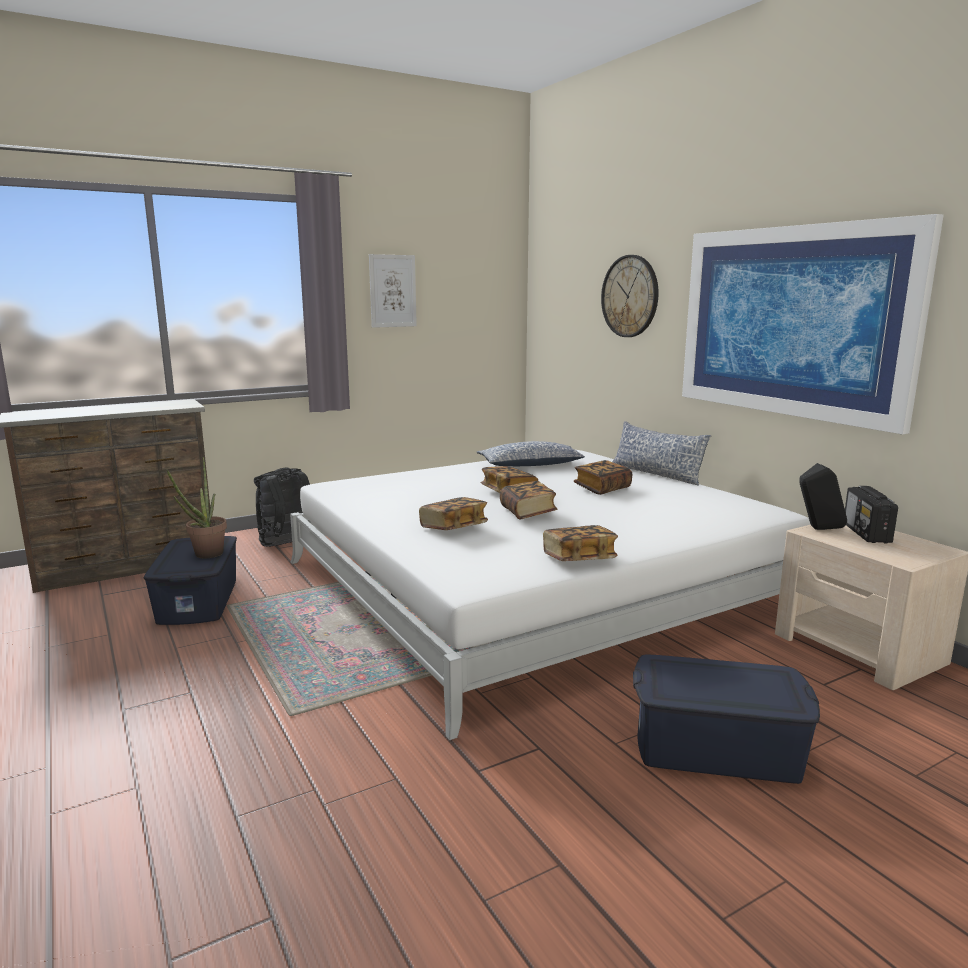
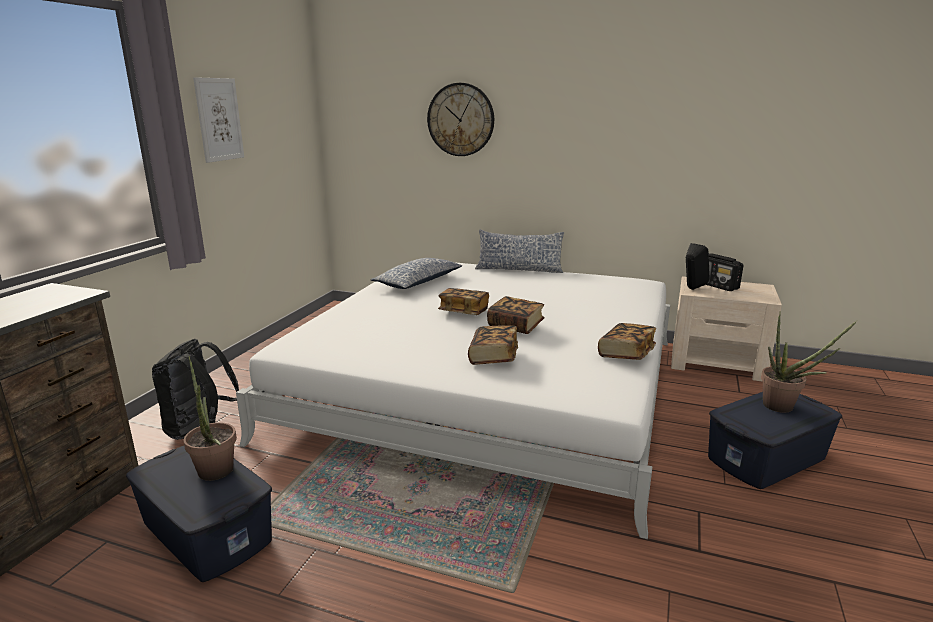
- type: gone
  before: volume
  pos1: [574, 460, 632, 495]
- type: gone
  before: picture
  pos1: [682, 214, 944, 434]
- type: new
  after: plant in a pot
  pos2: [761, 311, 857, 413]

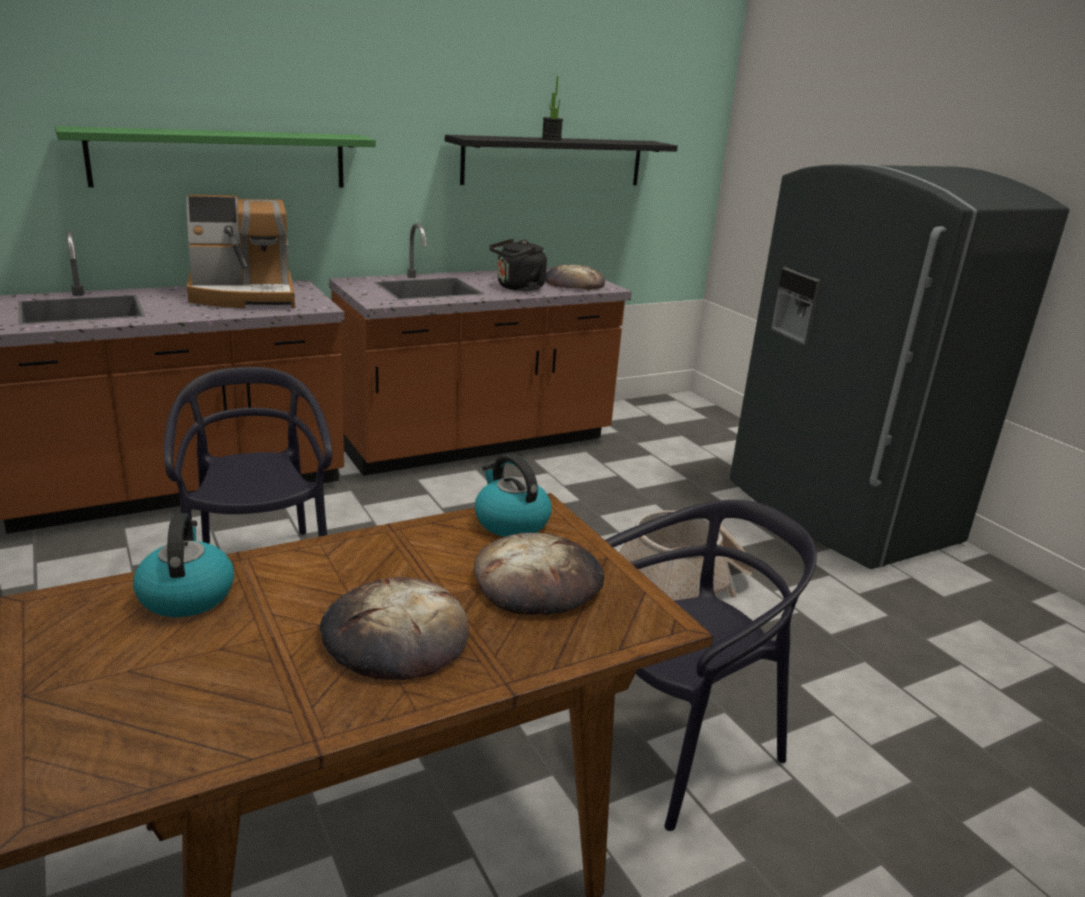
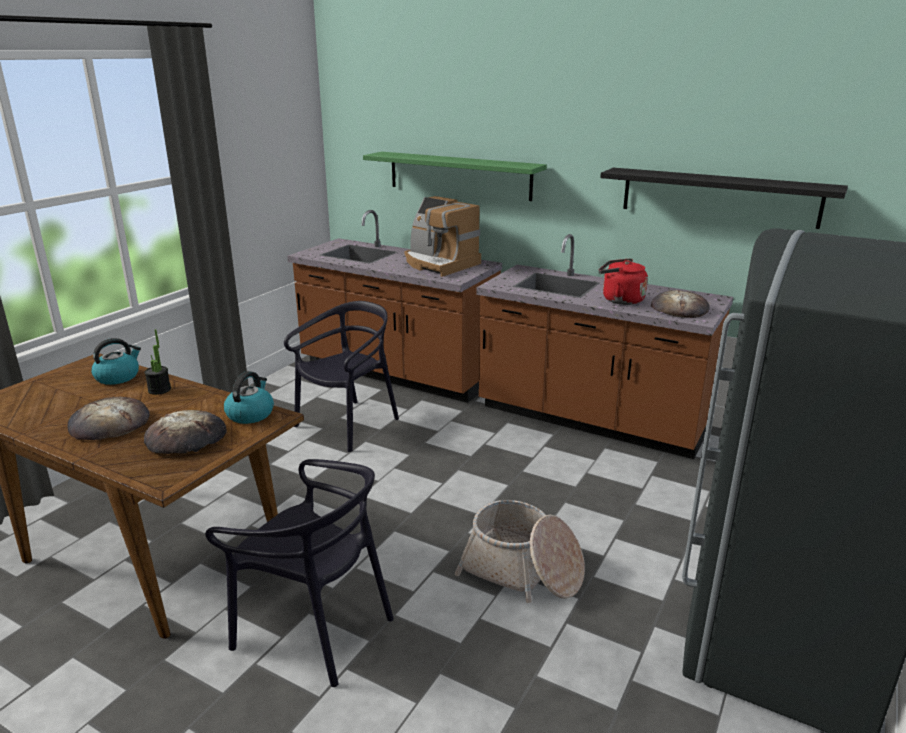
- type: shifted
  before: plant in a pot
  pos1: [542, 76, 563, 140]
  pos2: [144, 329, 171, 395]
- type: repainted
  before: black kettle
  after: red-coloured kettle
  pos1: [489, 239, 547, 291]
  pos2: [599, 258, 648, 305]

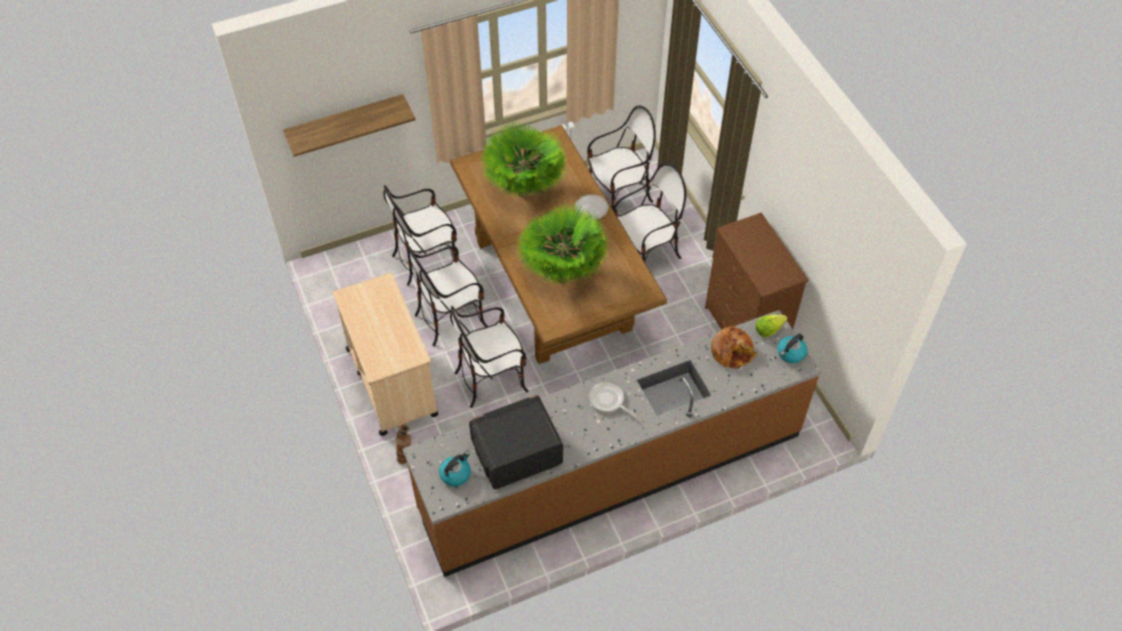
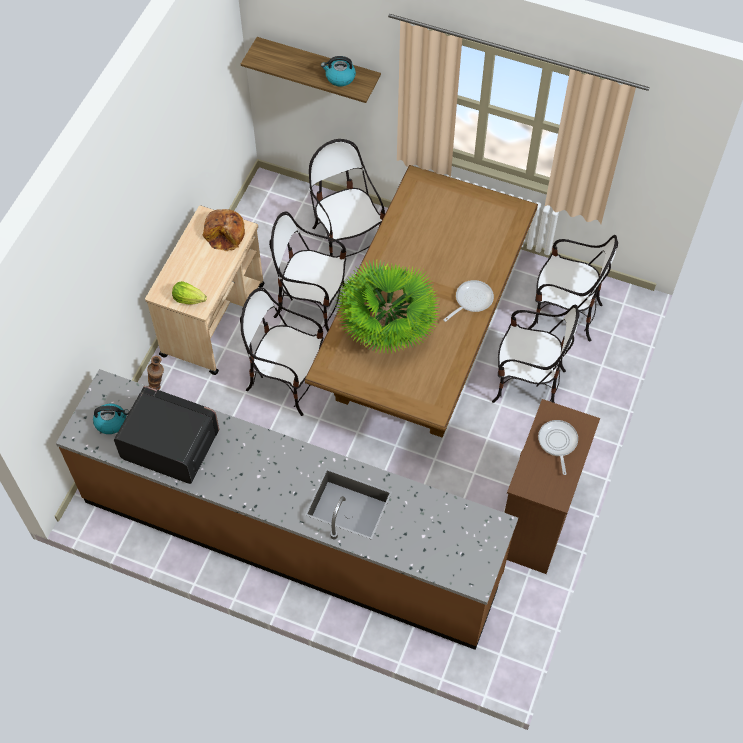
- type: gone
  before: plant in a pot
  pos1: [480, 121, 568, 198]
- type: shifted
  before: skillet
  pos1: [588, 380, 637, 417]
  pos2: [538, 420, 578, 475]
- type: shifted
  before: baked bread
  pos1: [711, 327, 757, 369]
  pos2: [203, 209, 245, 251]
- type: shifted
  before: lettuce head
  pos1: [756, 314, 787, 337]
  pos2: [172, 281, 207, 305]
- type: shifted
  before: kettle
  pos1: [777, 333, 807, 363]
  pos2: [321, 56, 356, 87]
- type: rotated
  before: plain chair
  pos1: [383, 185, 457, 286]
  pos2: [309, 139, 385, 257]
  turn: 45

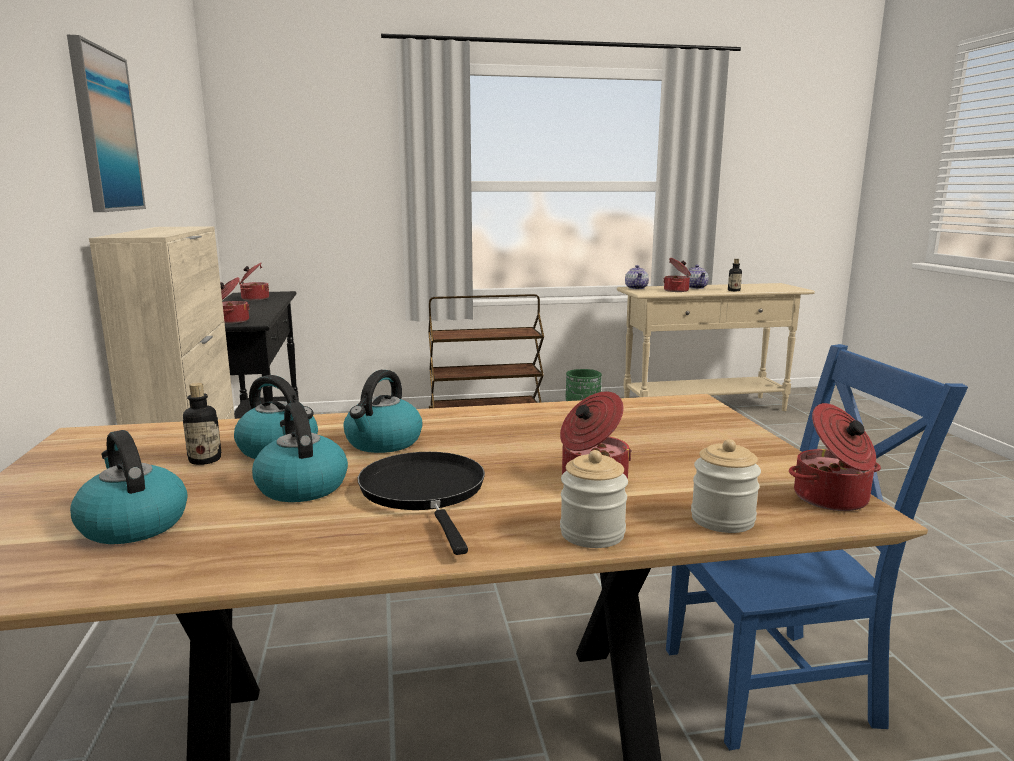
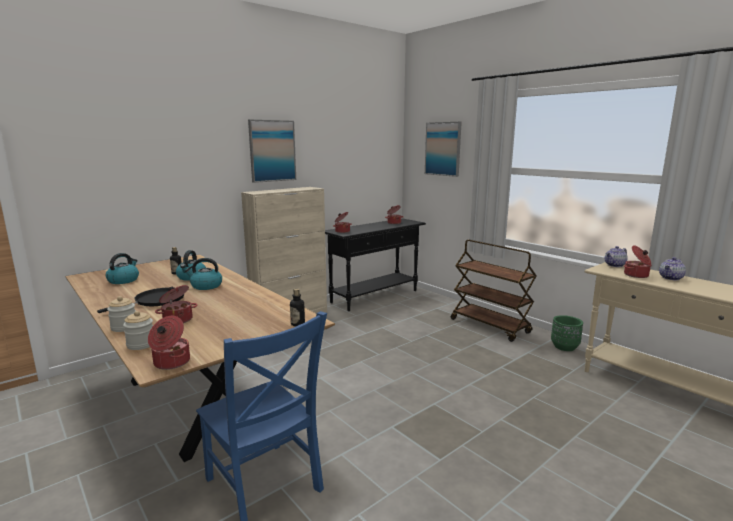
- type: gone
  before: kettle
  pos1: [252, 402, 348, 502]
- type: new
  after: picture
  pos2: [425, 122, 462, 177]
- type: shifted
  before: beverage bottle
  pos1: [728, 259, 742, 291]
  pos2: [290, 289, 305, 327]

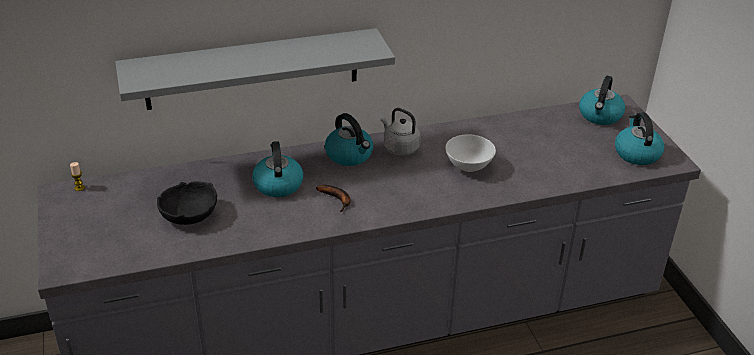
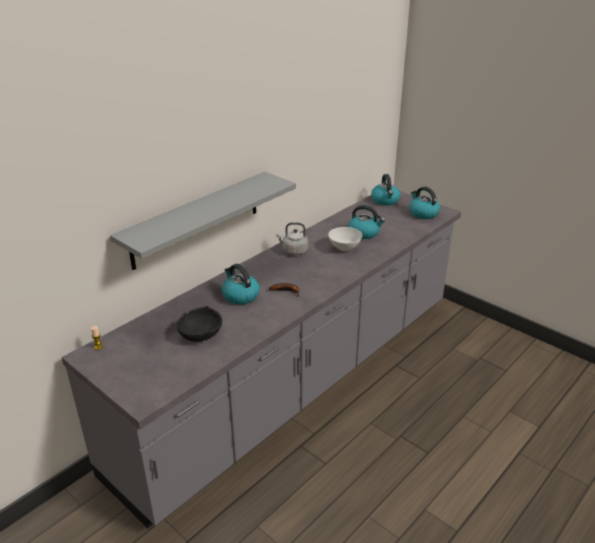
- type: shifted
  before: kettle
  pos1: [325, 113, 373, 166]
  pos2: [348, 205, 385, 239]

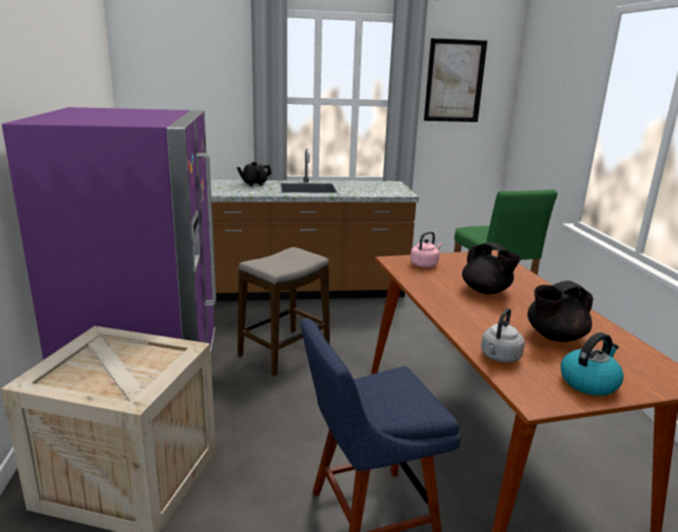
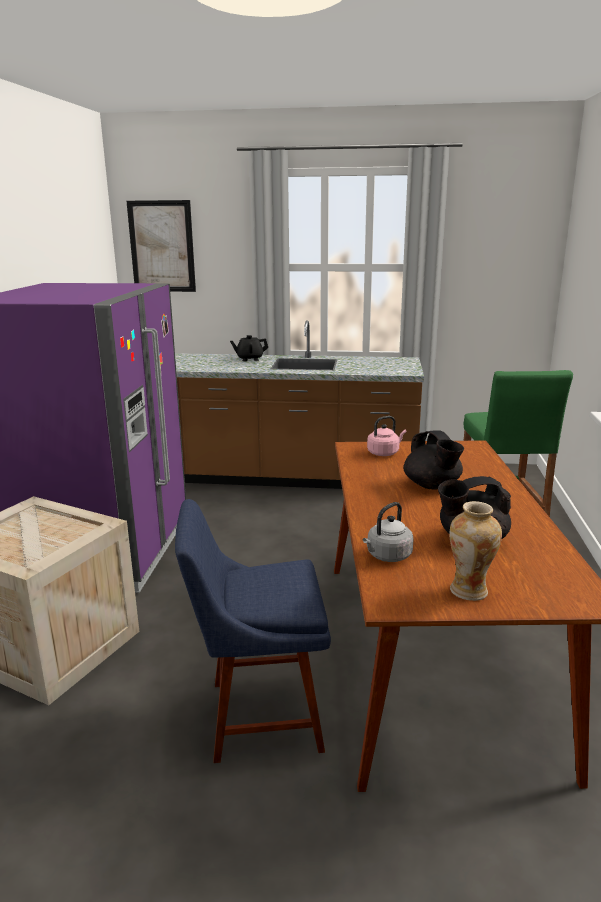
- type: gone
  before: stool
  pos1: [238, 247, 330, 376]
- type: shifted
  before: picture
  pos1: [424, 38, 487, 122]
  pos2: [126, 200, 196, 292]
- type: swapped
  before: kettle
  after: flower vase
  pos1: [560, 332, 624, 396]
  pos2: [449, 501, 502, 601]

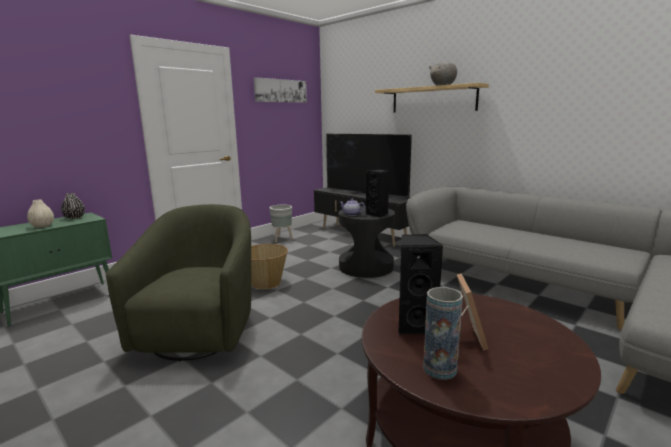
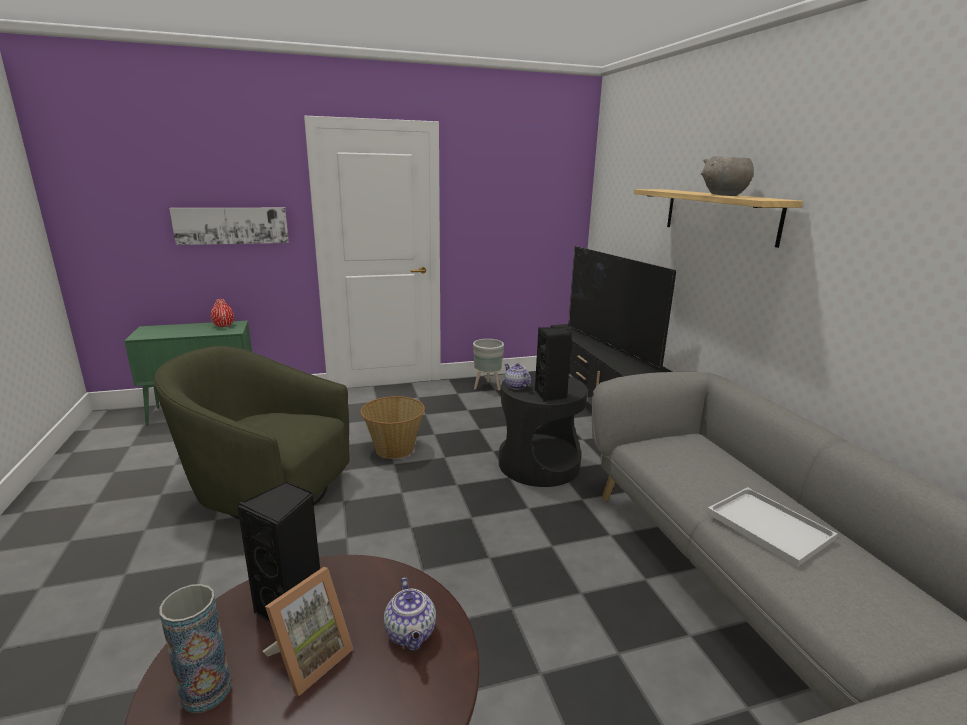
- type: gone
  before: beige-coloured flower vase
  pos1: [27, 200, 54, 228]
- type: new
  after: pot for tea
  pos2: [384, 577, 436, 651]
- type: new
  after: white serving tray
  pos2: [707, 487, 838, 567]
- type: shifted
  before: picture
  pos1: [254, 77, 307, 103]
  pos2: [169, 208, 289, 245]
- type: repainted
  before: black flower vase
  after: red-coloured flower vase
  pos1: [61, 193, 85, 219]
  pos2: [210, 299, 234, 327]
- type: rotated
  before: green-coloured lounge chair
  pos1: [106, 204, 251, 361]
  pos2: [154, 346, 350, 519]
  turn: -105

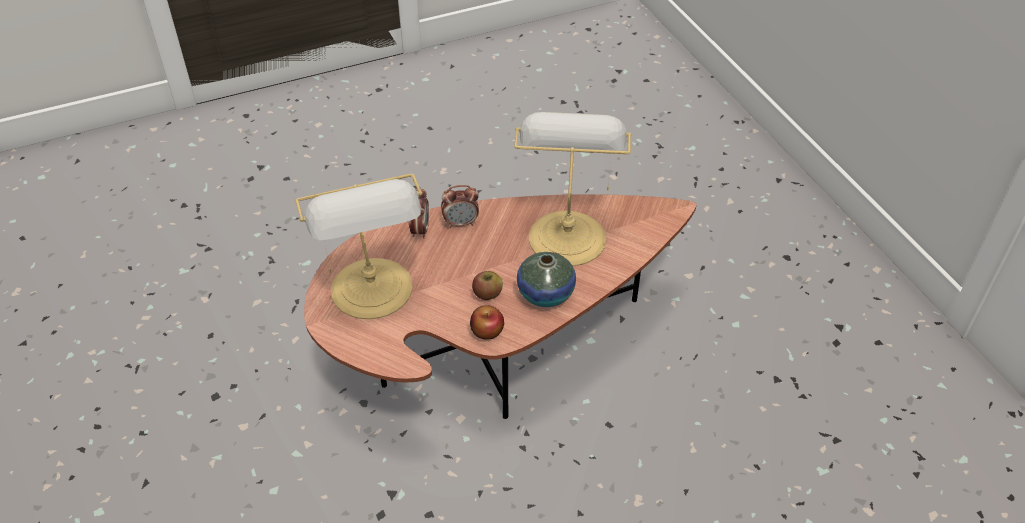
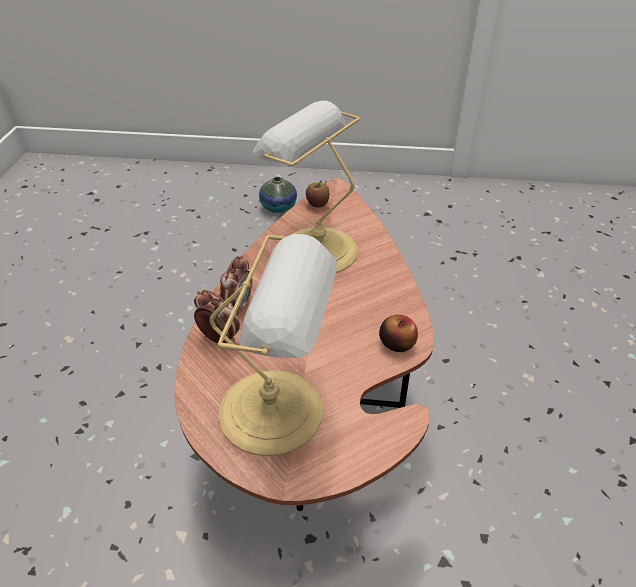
- type: shifted
  before: apple
  pos1: [472, 271, 503, 300]
  pos2: [306, 181, 329, 207]
- type: shifted
  before: flower vase
  pos1: [517, 252, 576, 307]
  pos2: [259, 177, 297, 213]

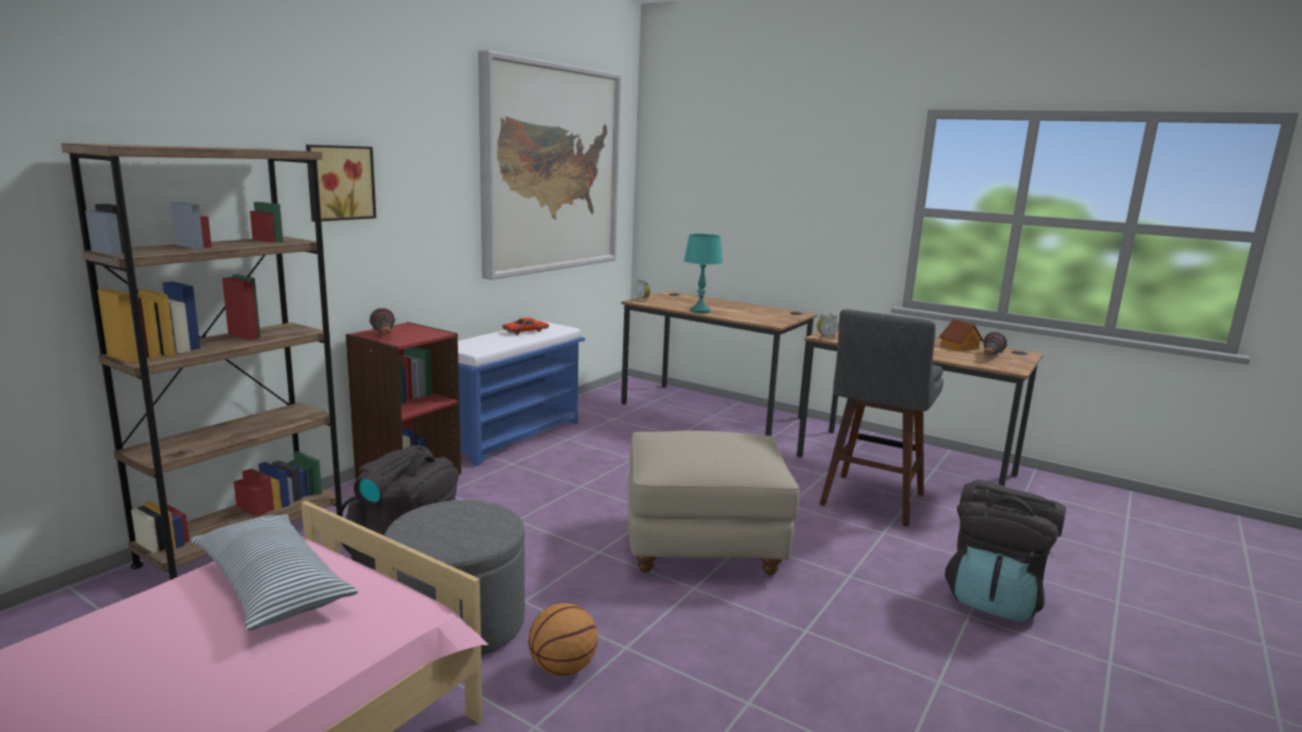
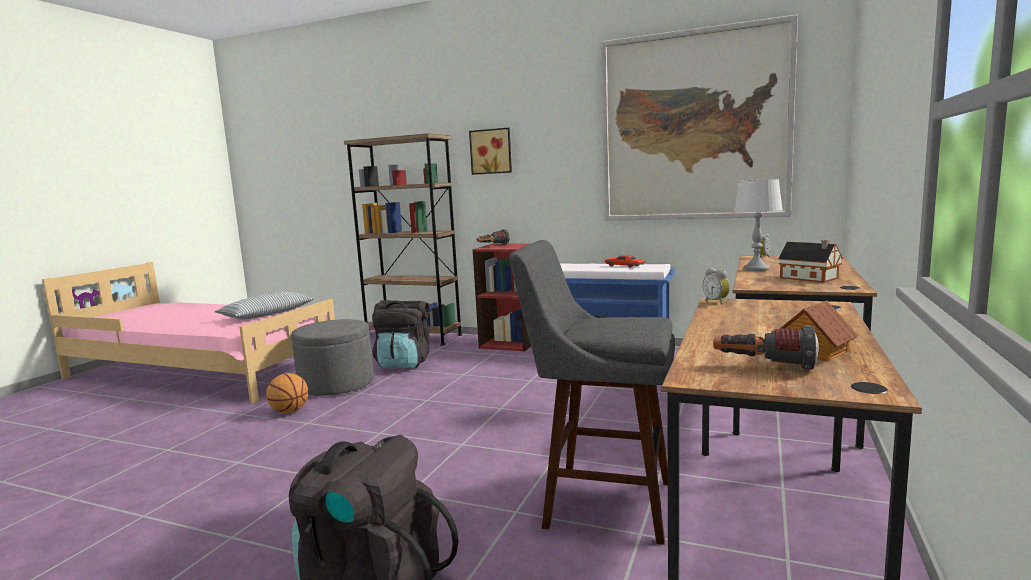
- type: gone
  before: beige-coloured footrest
  pos1: [628, 431, 799, 576]
- type: new
  after: miniature house
  pos2: [778, 240, 843, 283]
- type: repainted
  before: turquoise lamp for a table
  after: gray lamp for a table
  pos1: [684, 234, 723, 313]
  pos2: [734, 179, 783, 271]

